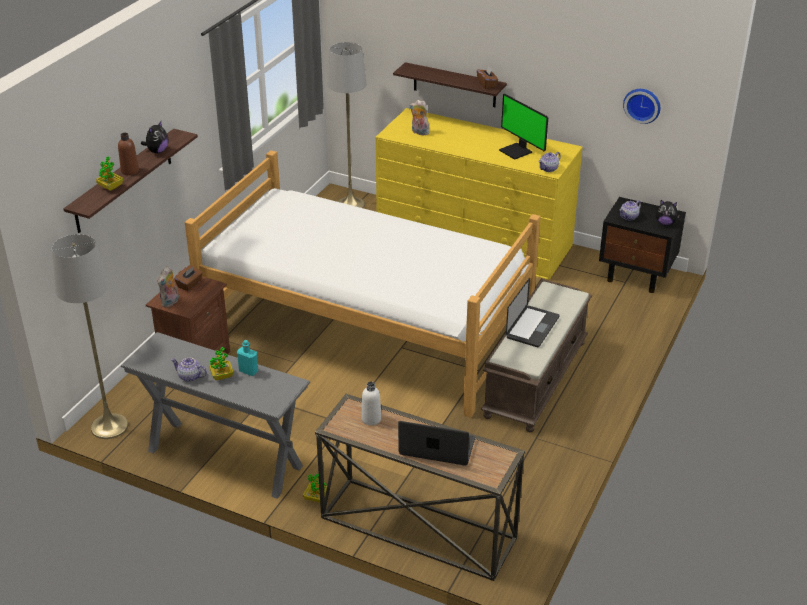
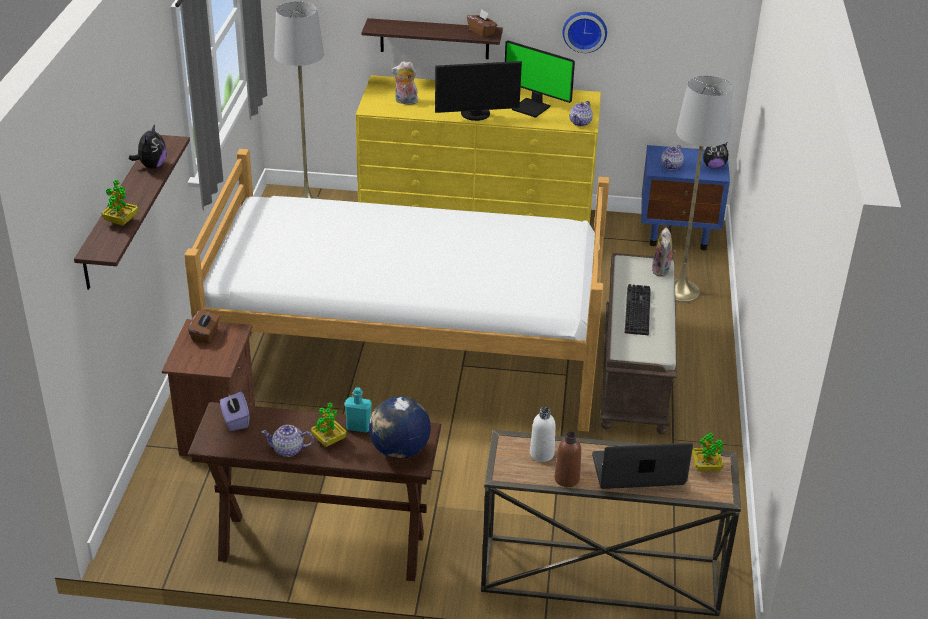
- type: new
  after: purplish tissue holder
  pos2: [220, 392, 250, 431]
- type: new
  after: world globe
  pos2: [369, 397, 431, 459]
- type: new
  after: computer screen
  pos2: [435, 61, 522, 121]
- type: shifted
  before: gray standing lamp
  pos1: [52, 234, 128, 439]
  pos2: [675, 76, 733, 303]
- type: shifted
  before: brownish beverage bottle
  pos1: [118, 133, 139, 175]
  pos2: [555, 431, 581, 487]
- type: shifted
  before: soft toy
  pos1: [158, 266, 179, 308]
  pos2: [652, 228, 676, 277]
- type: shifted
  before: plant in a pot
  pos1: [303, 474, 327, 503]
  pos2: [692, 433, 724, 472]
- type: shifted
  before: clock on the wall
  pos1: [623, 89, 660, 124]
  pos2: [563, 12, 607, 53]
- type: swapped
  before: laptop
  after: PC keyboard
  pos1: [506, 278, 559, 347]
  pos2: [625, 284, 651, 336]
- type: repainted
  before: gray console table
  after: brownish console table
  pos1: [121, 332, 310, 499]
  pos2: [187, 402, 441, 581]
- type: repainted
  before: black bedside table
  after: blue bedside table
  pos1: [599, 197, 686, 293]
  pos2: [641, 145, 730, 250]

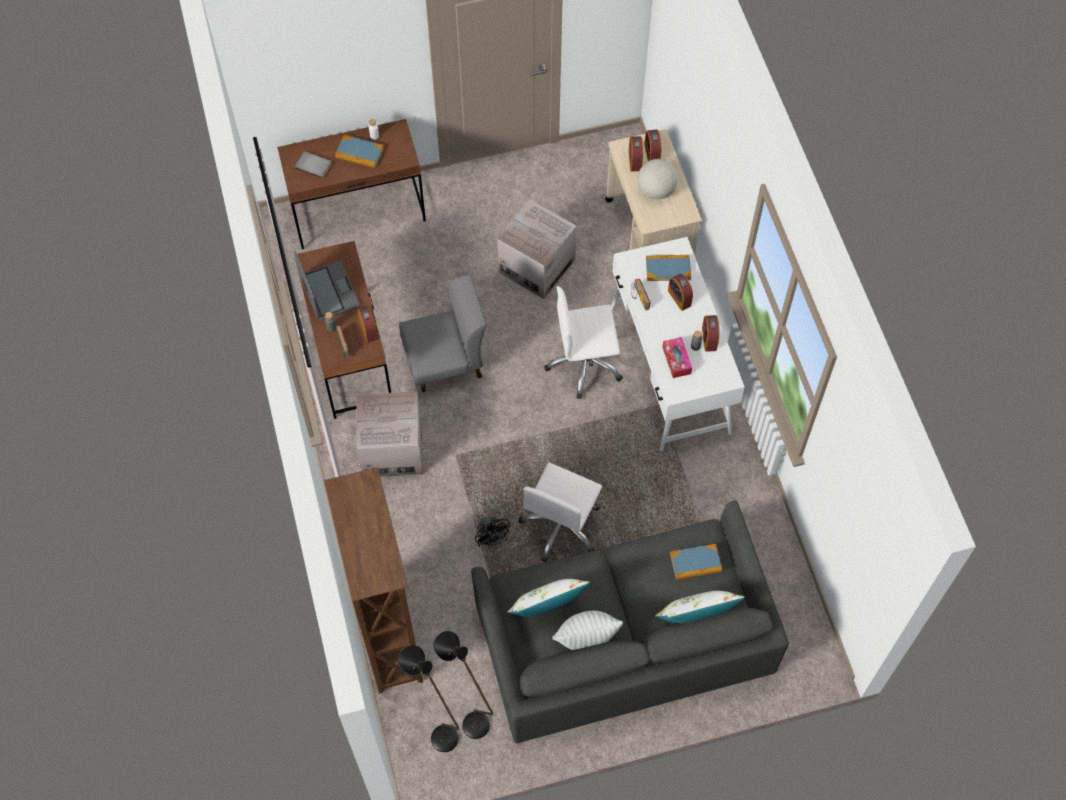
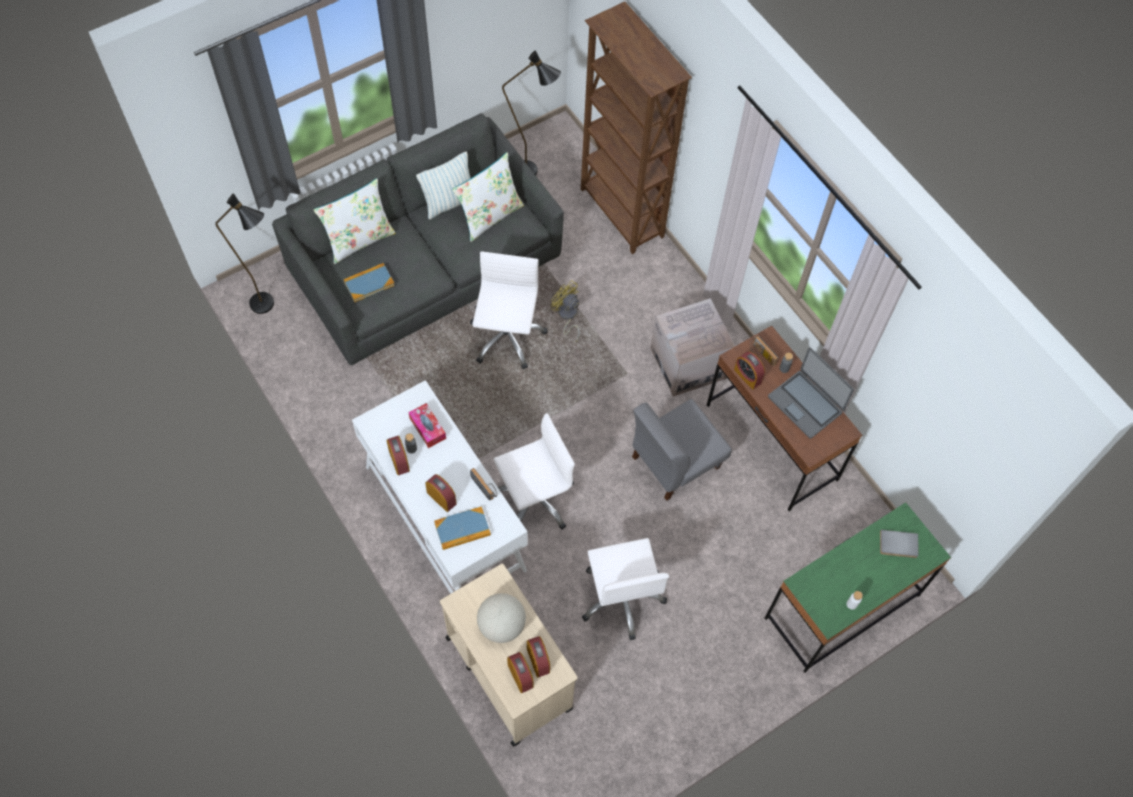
- type: gone
  before: volume
  pos1: [335, 135, 384, 168]
- type: shifted
  before: black standing lamp
  pos1: [398, 645, 459, 752]
  pos2: [215, 193, 274, 314]
- type: swapped
  before: packing box
  after: white computer chair
  pos1: [497, 199, 577, 299]
  pos2: [582, 538, 669, 640]
- type: repainted
  before: brownish desk unit
  after: green-coloured desk unit
  pos1: [277, 119, 426, 249]
  pos2: [765, 502, 951, 673]
- type: repainted
  before: black fan
  after: yellow-coloured fan
  pos1: [475, 499, 510, 547]
  pos2: [551, 280, 580, 342]

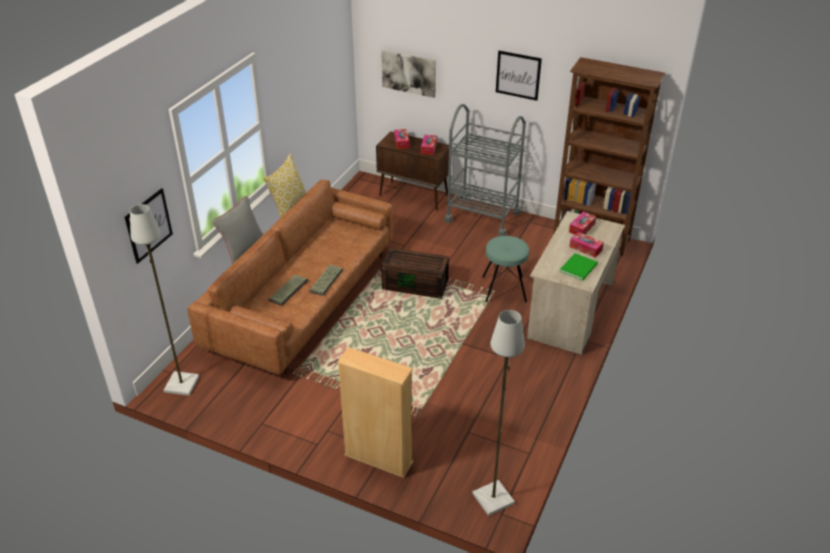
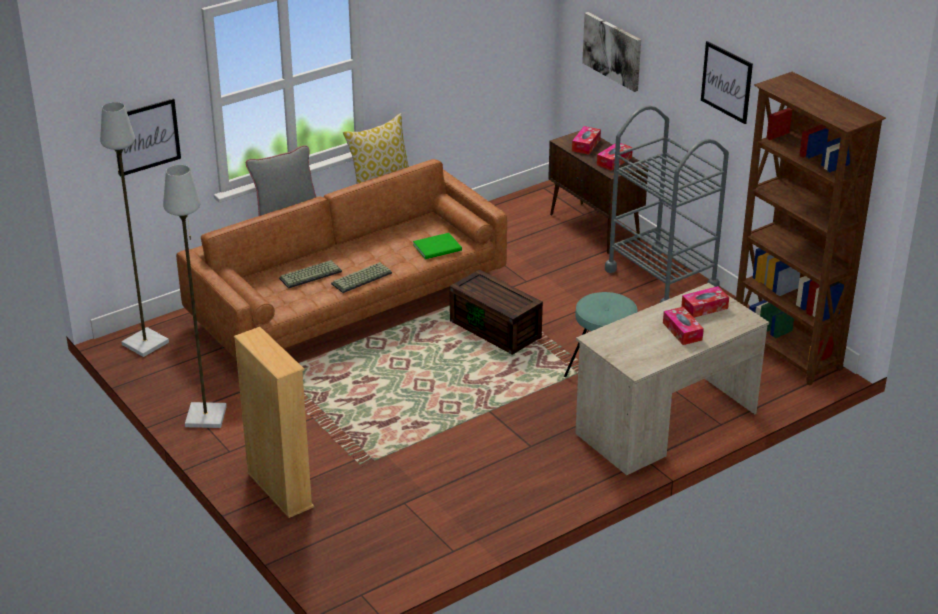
- type: shifted
  before: gray standing lamp
  pos1: [472, 310, 525, 516]
  pos2: [163, 165, 227, 428]
- type: shifted
  before: green-coloured volume
  pos1: [560, 253, 598, 281]
  pos2: [413, 233, 462, 259]

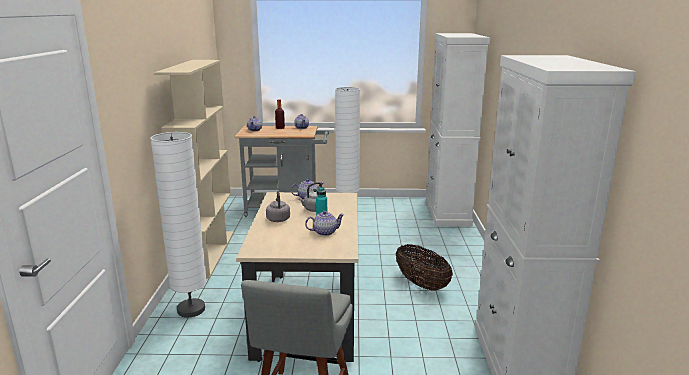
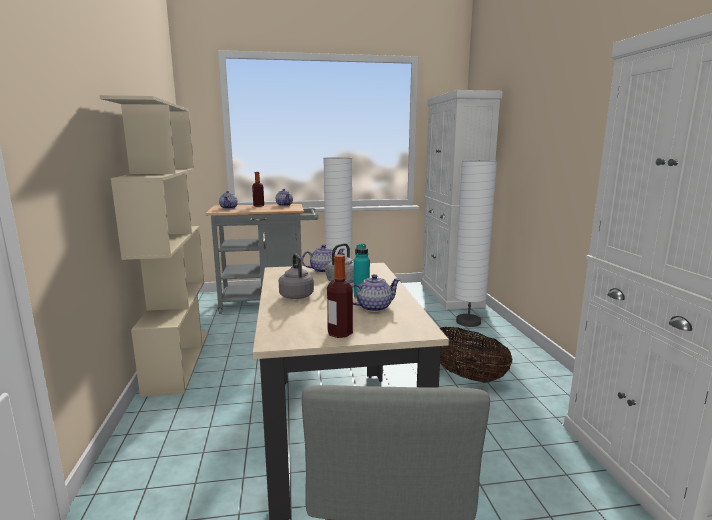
- type: new
  after: beverage bottle
  pos2: [327, 254, 353, 338]
- type: shifted
  before: white standing lamp
  pos1: [150, 132, 207, 318]
  pos2: [454, 160, 497, 327]

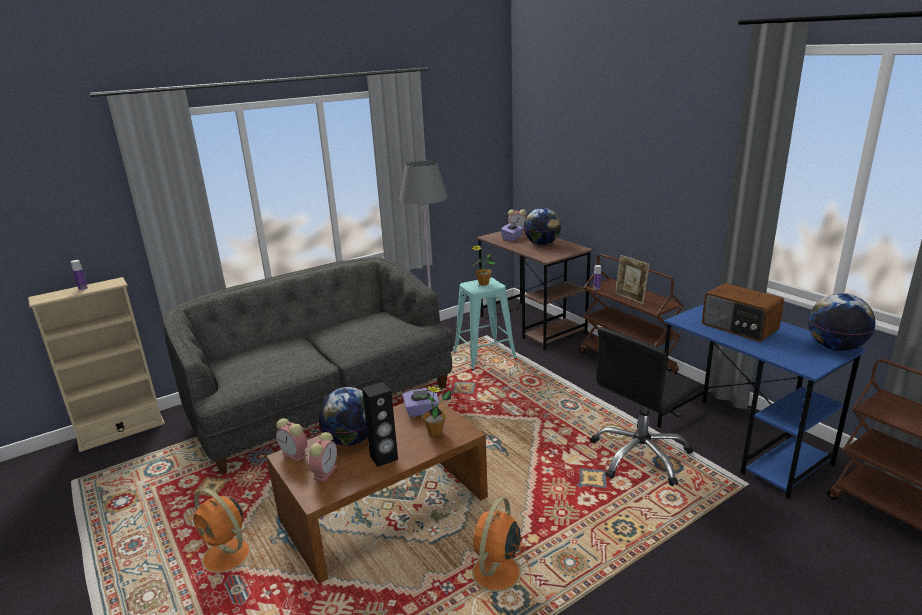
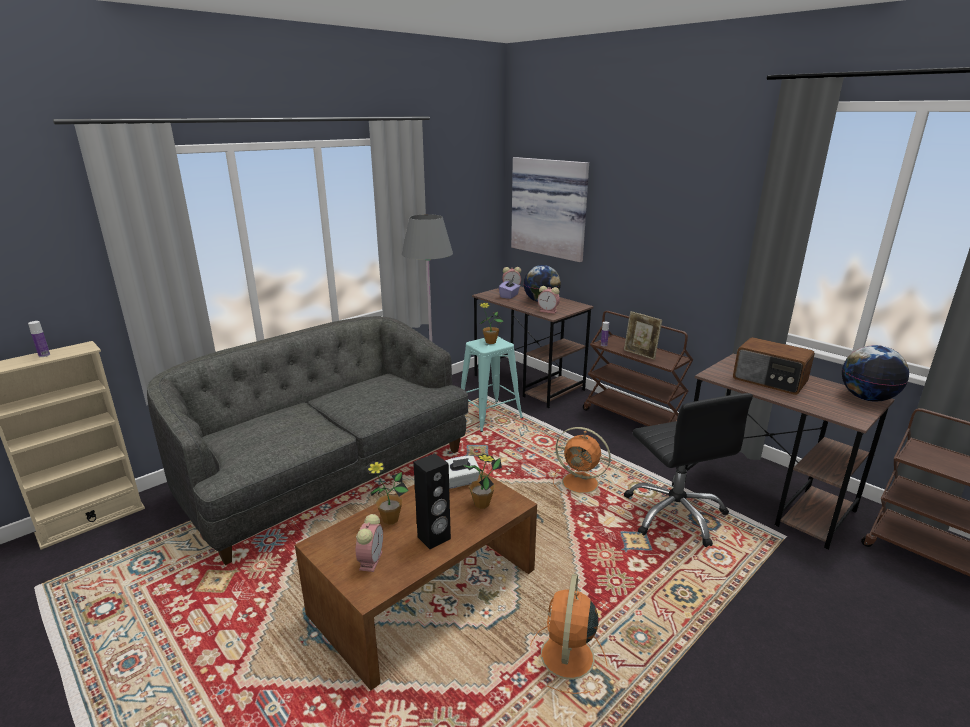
- type: new
  after: picture
  pos2: [511, 157, 589, 262]
- type: shifted
  before: orange-coloured fan
  pos1: [190, 488, 263, 578]
  pos2: [553, 427, 611, 496]
- type: shifted
  before: table clock
  pos1: [276, 418, 307, 462]
  pos2: [538, 286, 560, 314]
- type: swapped
  before: world globe
  after: plant in a pot
  pos1: [318, 387, 368, 446]
  pos2: [366, 461, 409, 525]
- type: repainted
  before: purplish tissue holder
  after: white tissue holder
  pos1: [403, 388, 439, 417]
  pos2: [445, 456, 481, 489]
- type: repainted
  before: blue desk unit
  after: brownish desk unit
  pos1: [657, 304, 866, 499]
  pos2: [685, 354, 895, 550]
- type: rotated
  before: black computer chair
  pos1: [590, 327, 700, 486]
  pos2: [624, 393, 753, 547]
  turn: -60

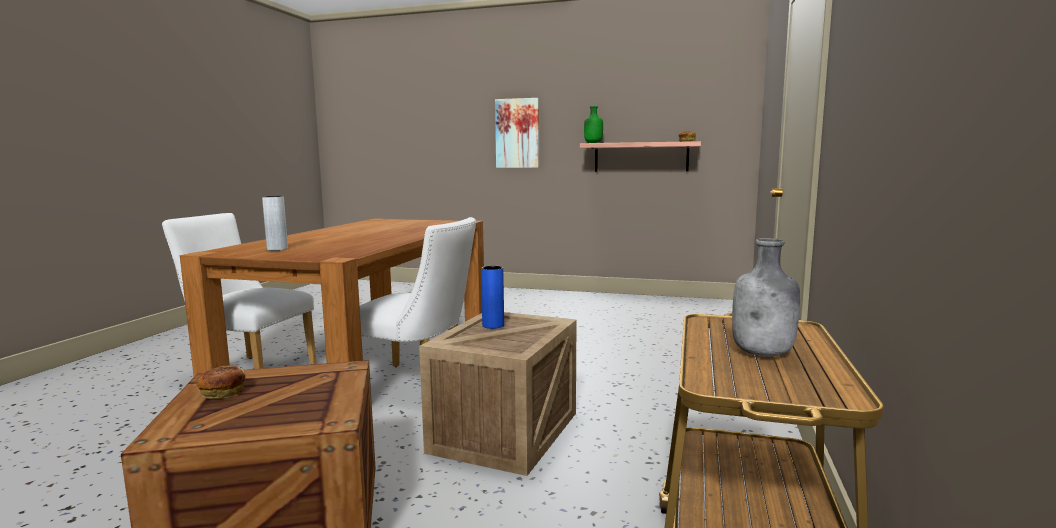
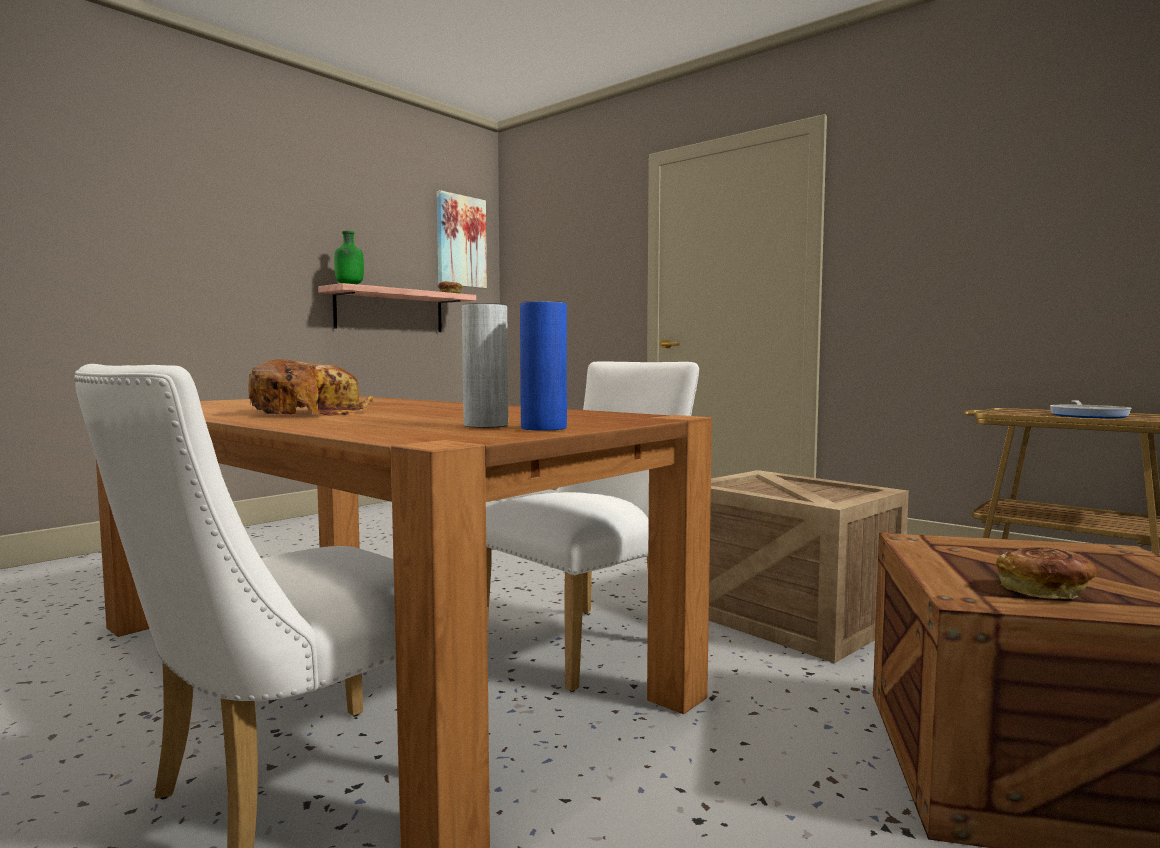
- type: new
  after: baked bread
  pos2: [248, 359, 373, 416]
- type: shifted
  before: blue flower vase
  pos1: [481, 266, 504, 329]
  pos2: [520, 301, 567, 431]
- type: shifted
  before: picture
  pos1: [495, 98, 539, 168]
  pos2: [437, 190, 487, 289]
- type: swapped
  before: gray beverage bottle
  after: skillet
  pos1: [732, 238, 800, 357]
  pos2: [1050, 400, 1131, 418]

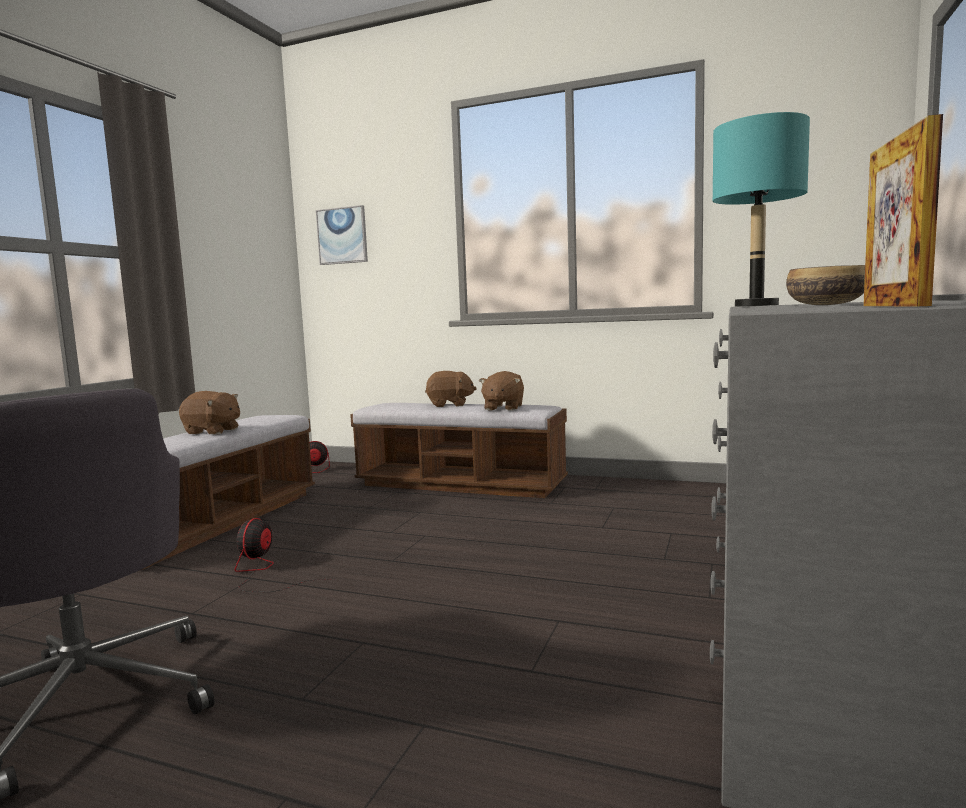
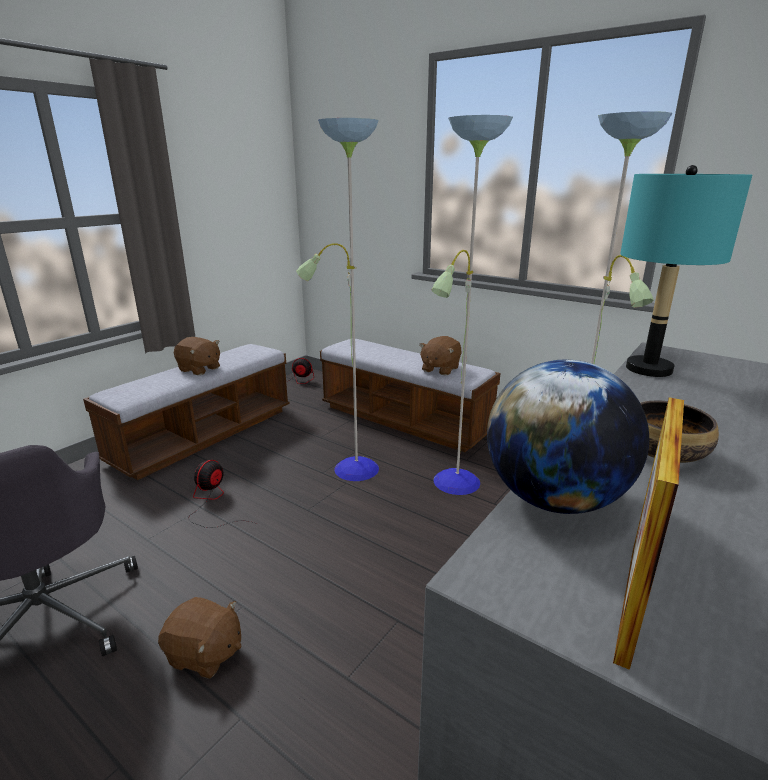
- type: gone
  before: picture
  pos1: [316, 205, 368, 265]
- type: new
  after: standing lamp
  pos2: [296, 111, 673, 495]
- type: new
  after: world globe
  pos2: [487, 360, 649, 514]
- type: shifted
  before: brownish soft toy
  pos1: [425, 371, 477, 407]
  pos2: [158, 597, 241, 679]

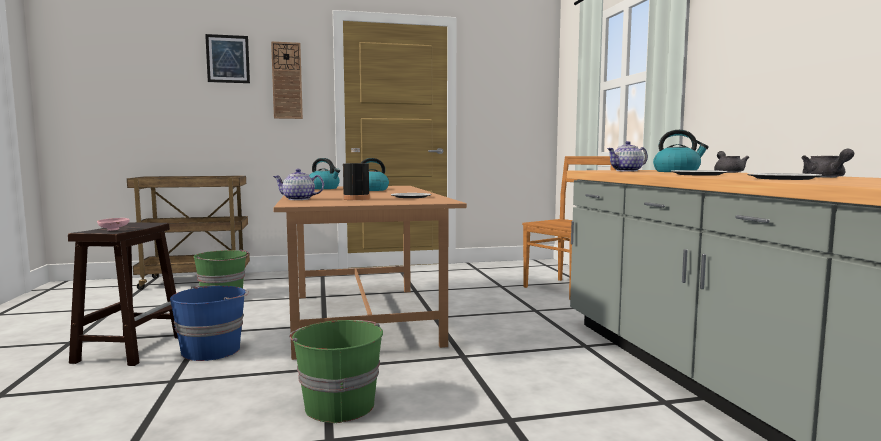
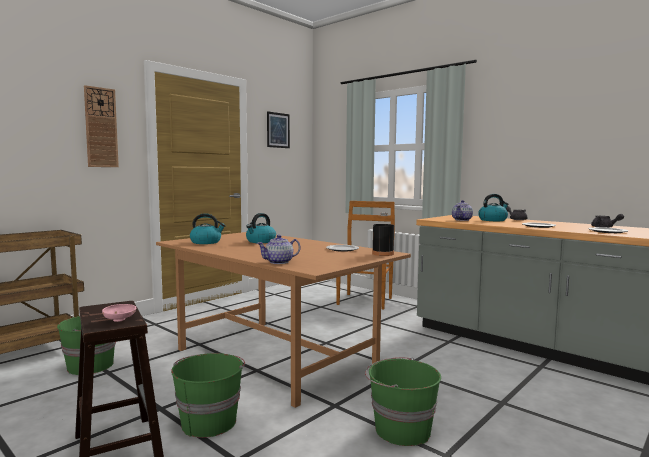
- type: shifted
  before: picture
  pos1: [205, 34, 250, 83]
  pos2: [267, 111, 290, 148]
- type: shifted
  before: black beverage bottle
  pos1: [343, 148, 370, 200]
  pos2: [372, 212, 394, 256]
- type: repainted
  before: blue pail
  after: green-coloured pail
  pos1: [170, 286, 249, 361]
  pos2: [171, 353, 245, 438]

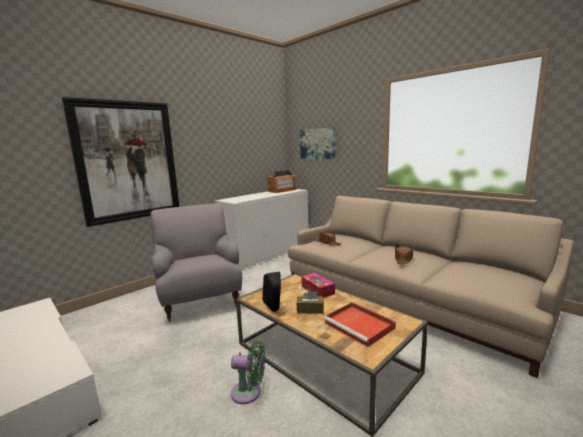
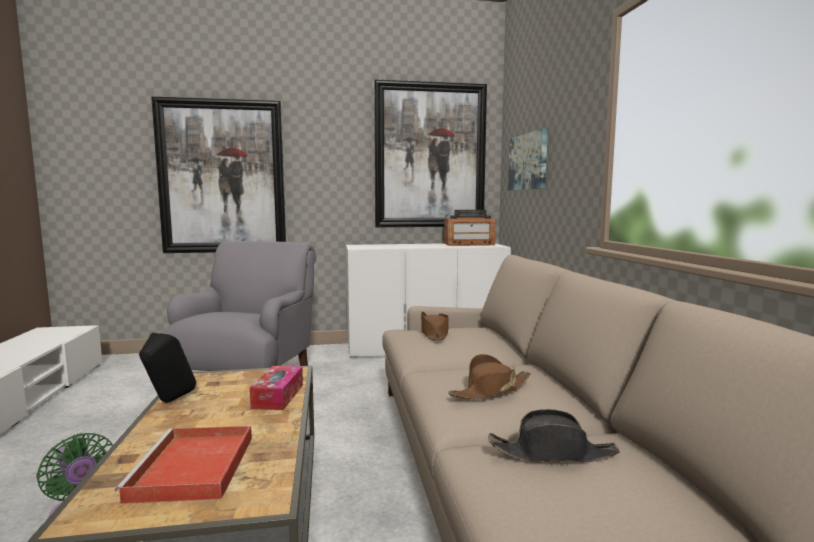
- type: gone
  before: brownish tissue holder
  pos1: [296, 290, 324, 313]
- type: new
  after: picture
  pos2: [374, 80, 487, 227]
- type: new
  after: black hat
  pos2: [488, 409, 620, 463]

